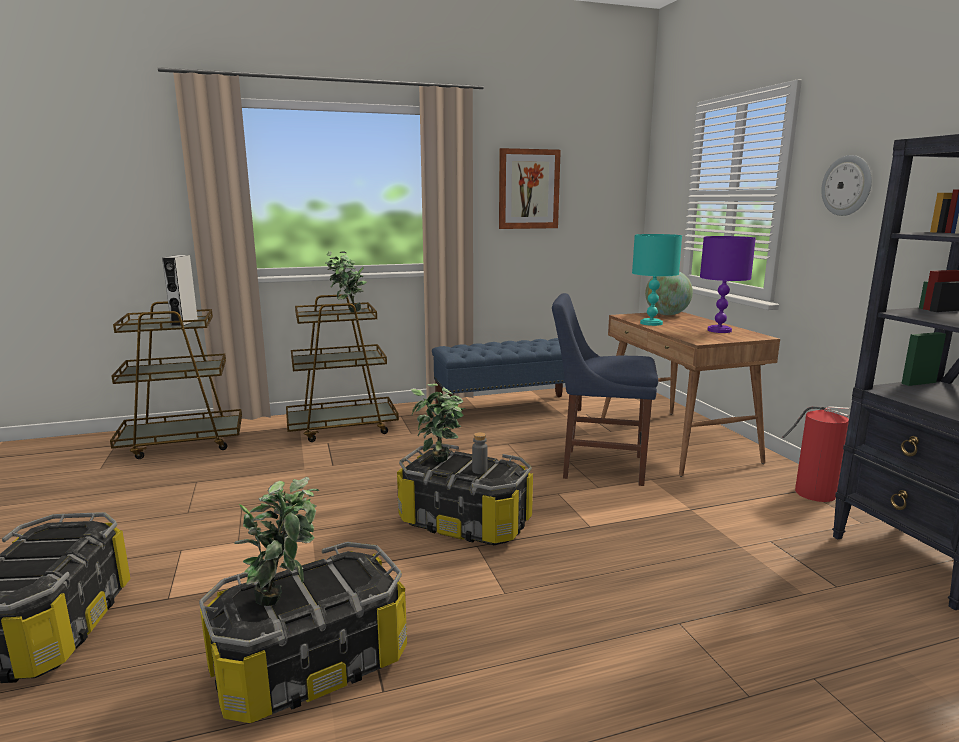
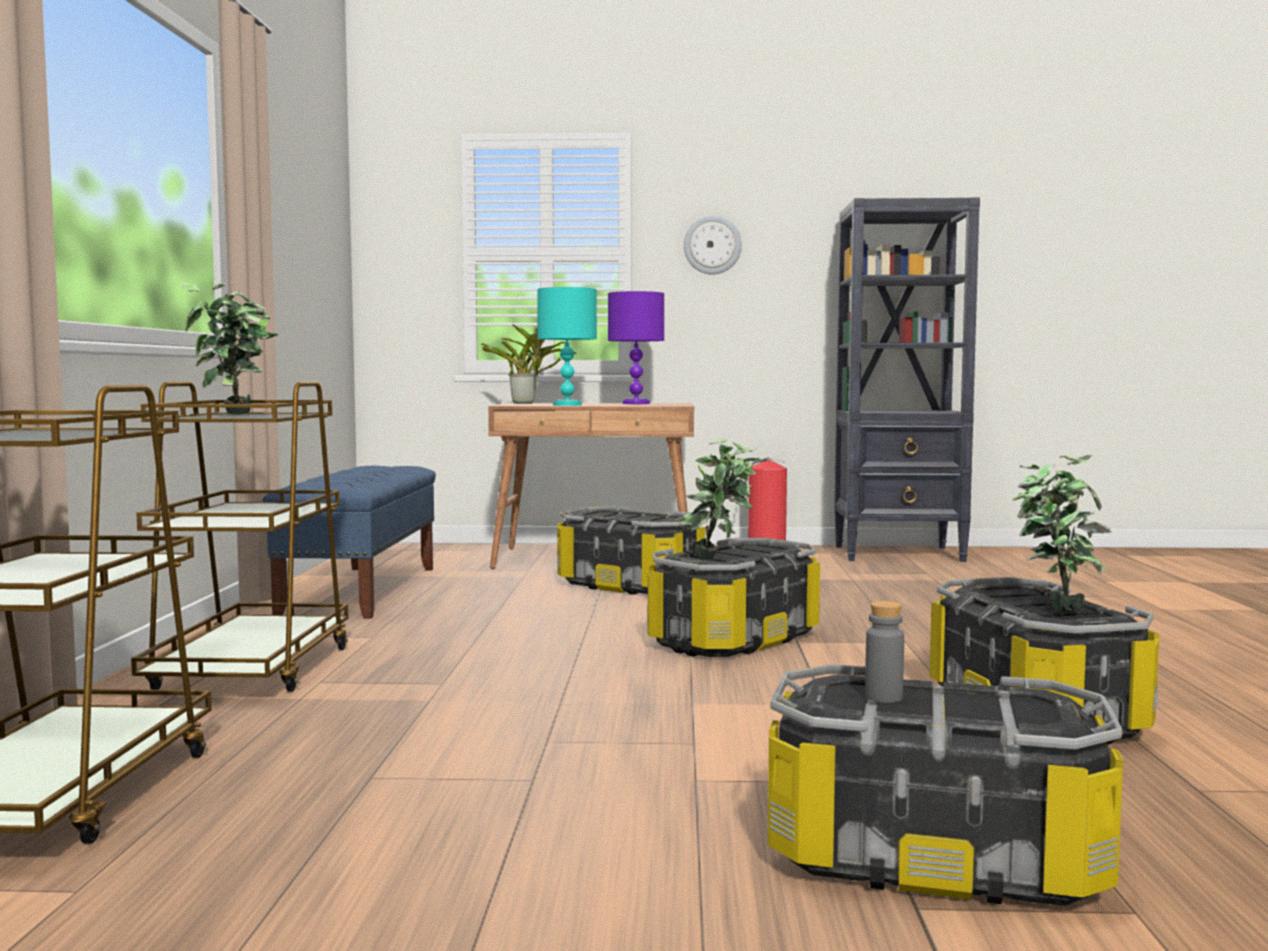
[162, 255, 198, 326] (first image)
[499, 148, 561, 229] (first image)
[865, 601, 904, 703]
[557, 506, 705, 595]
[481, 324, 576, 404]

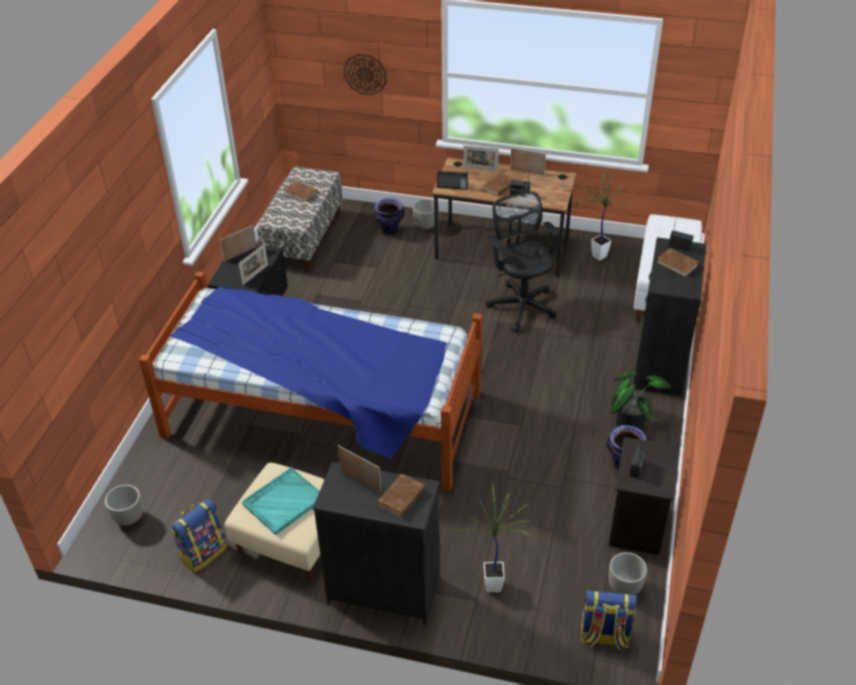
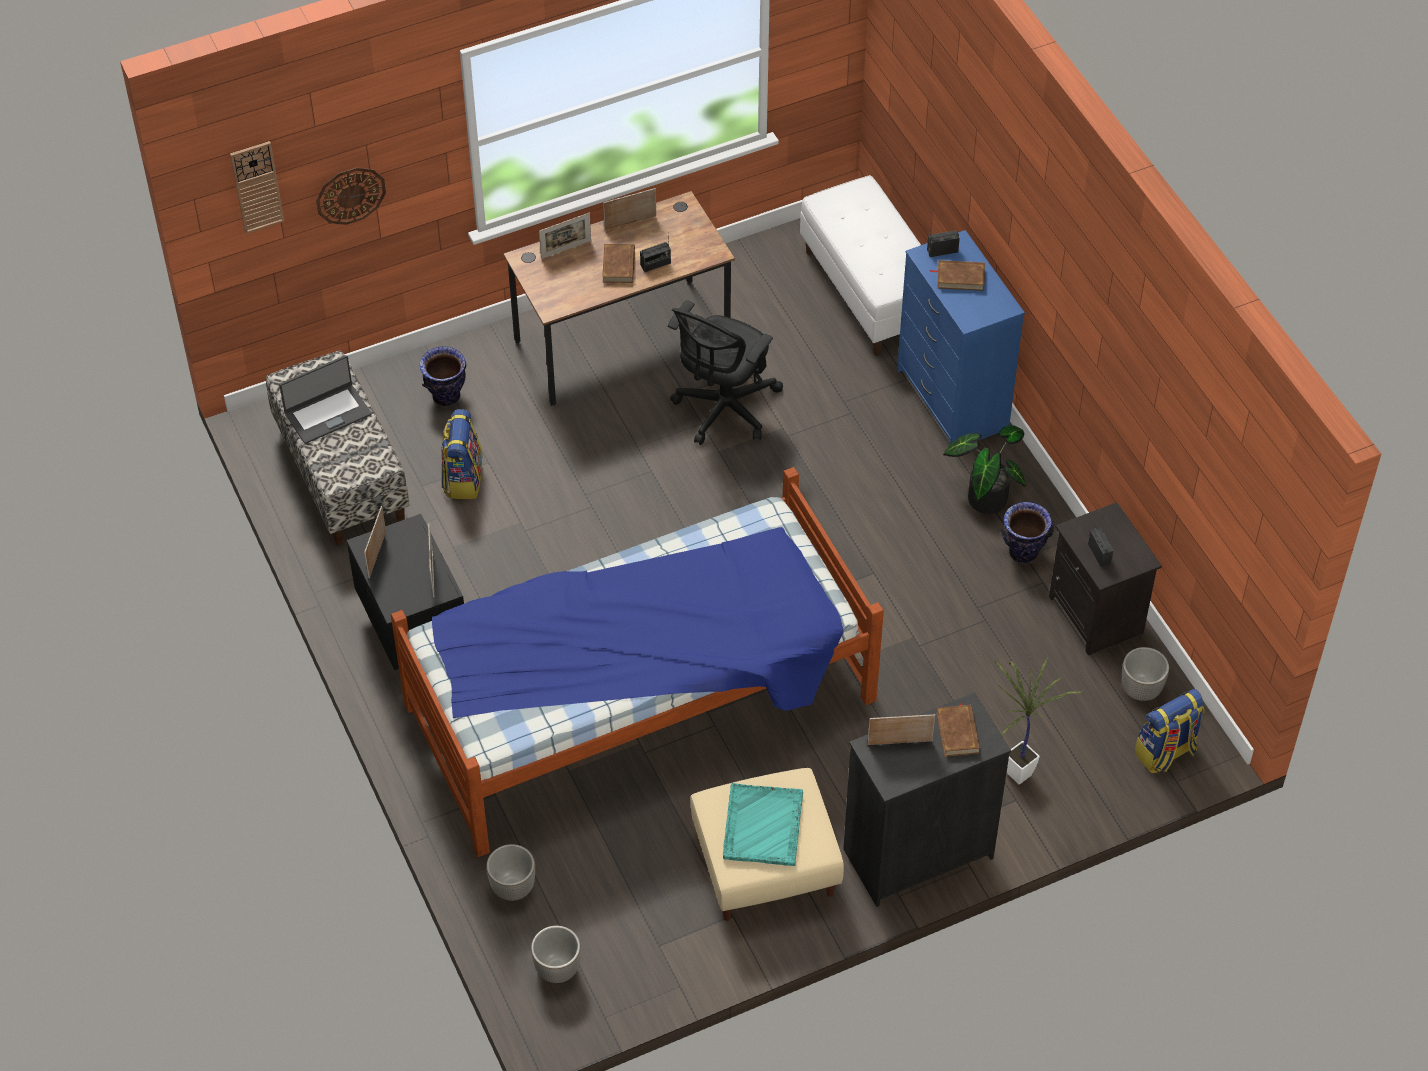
[437, 170, 468, 190] (first image)
[577, 171, 634, 261] (first image)
[230, 141, 284, 234]
[441, 409, 483, 499]
[486, 844, 535, 901]
[279, 355, 371, 444]
[897, 230, 1025, 444]
[668, 300, 783, 445]

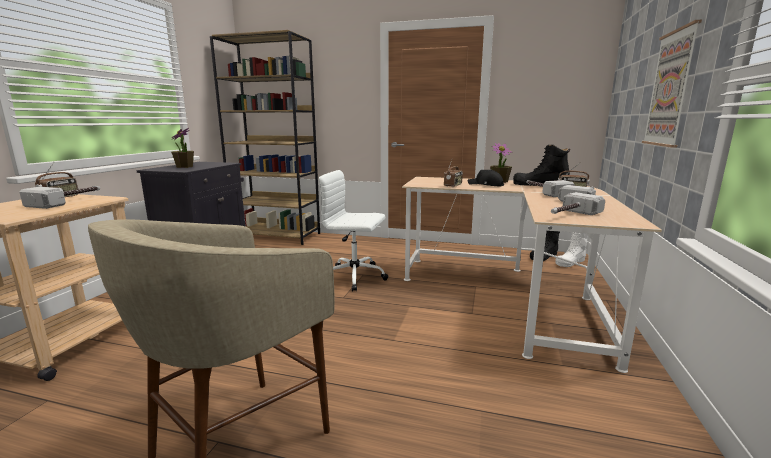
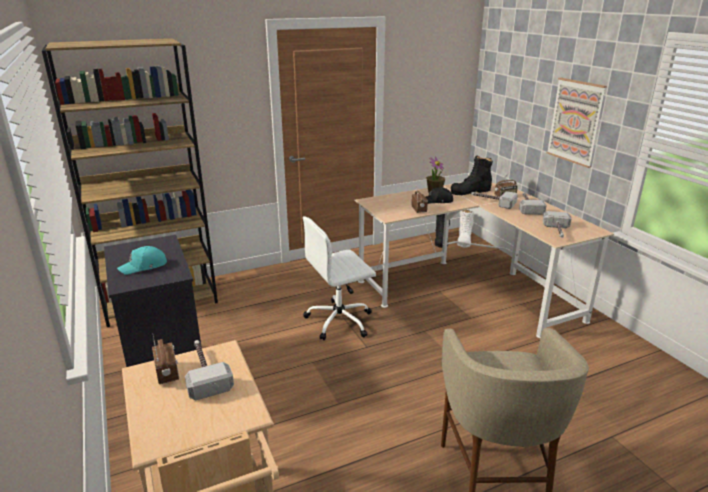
[117, 246, 167, 275]

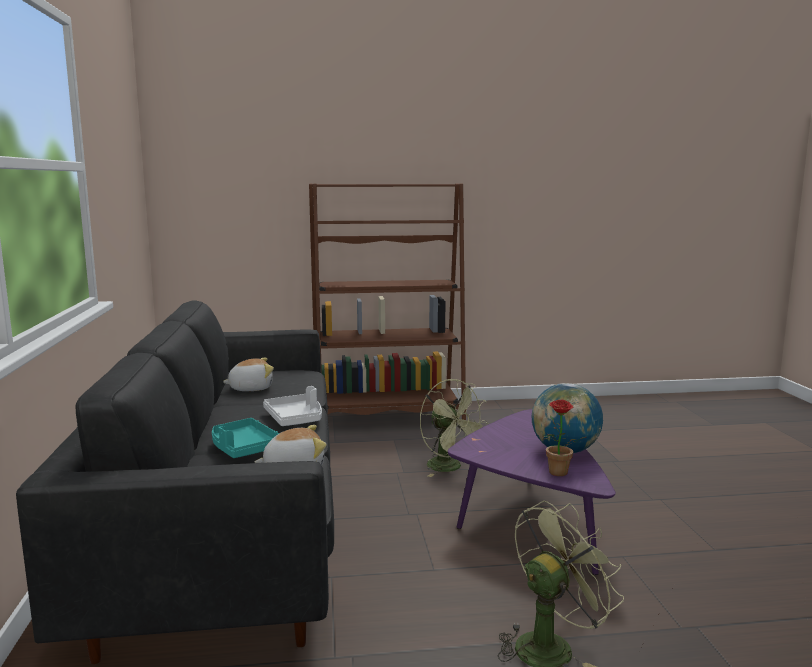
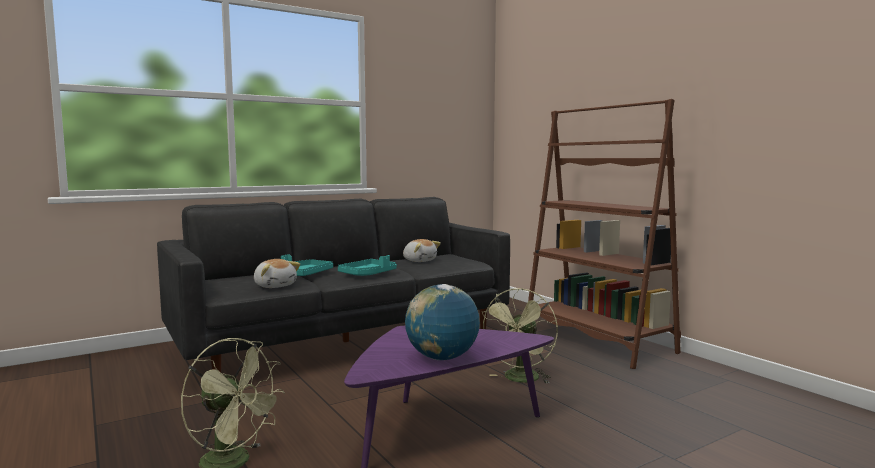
[544, 399, 586, 476] (first image)
[338, 255, 397, 276]

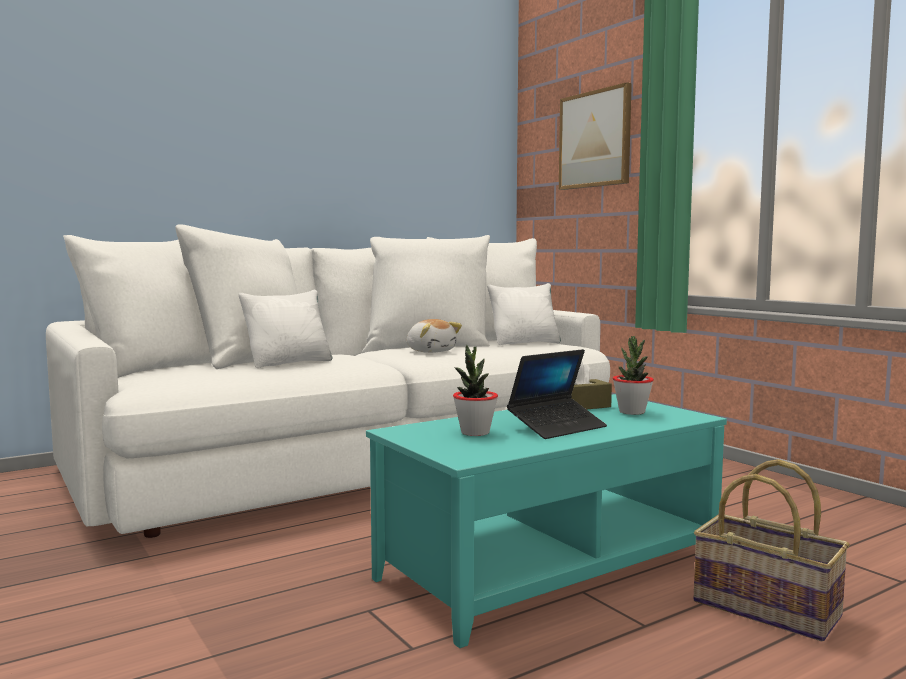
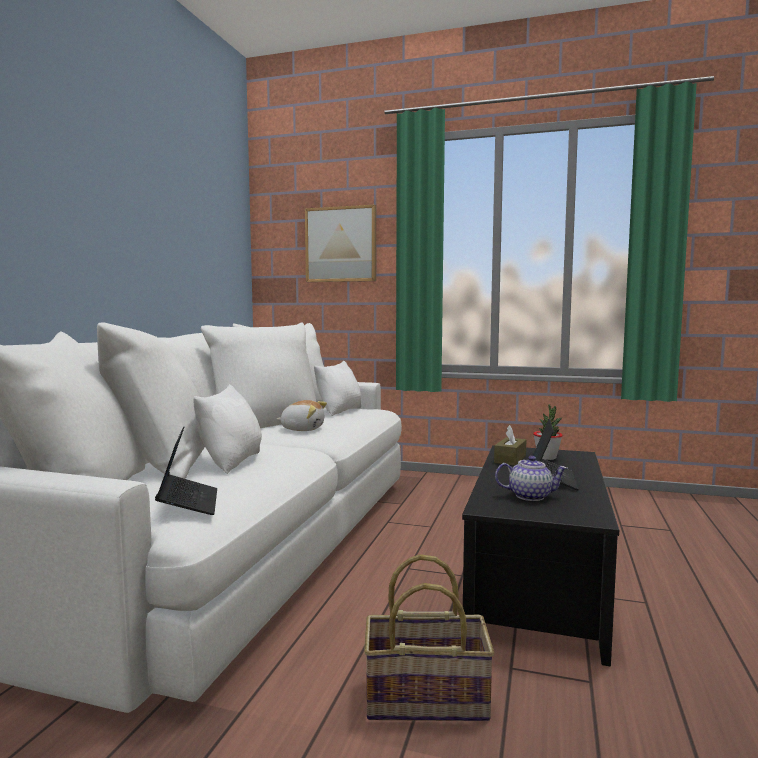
[155, 427, 217, 515]
[364, 554, 494, 721]
[495, 456, 568, 501]
[462, 445, 619, 666]

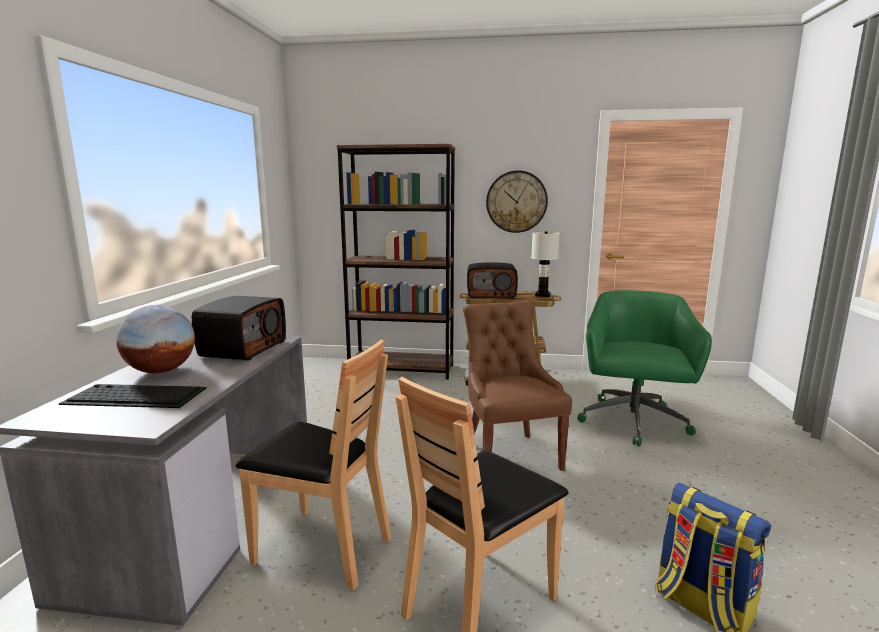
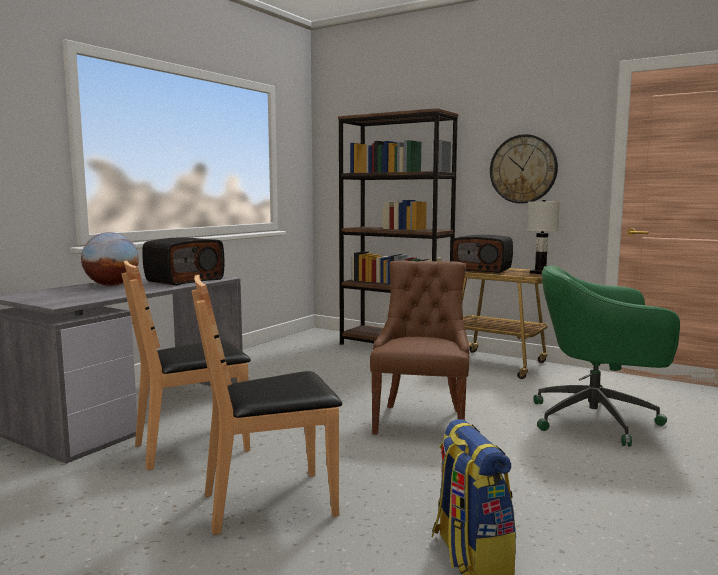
[59, 384, 206, 408] (first image)
[121, 261, 251, 470]
[533, 265, 680, 447]

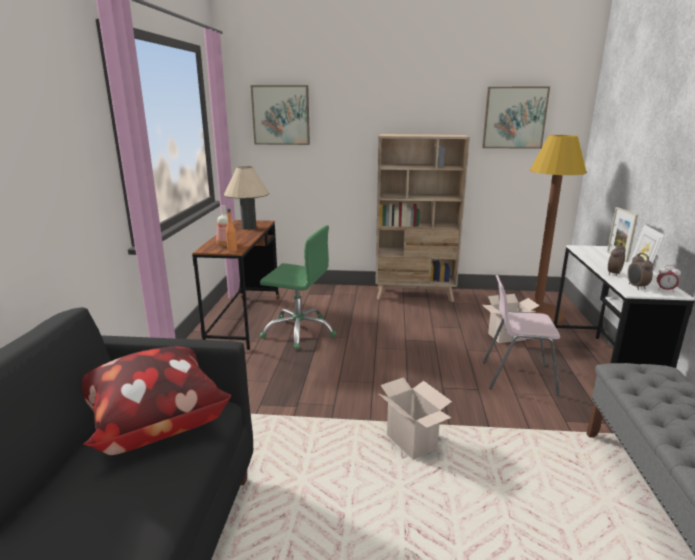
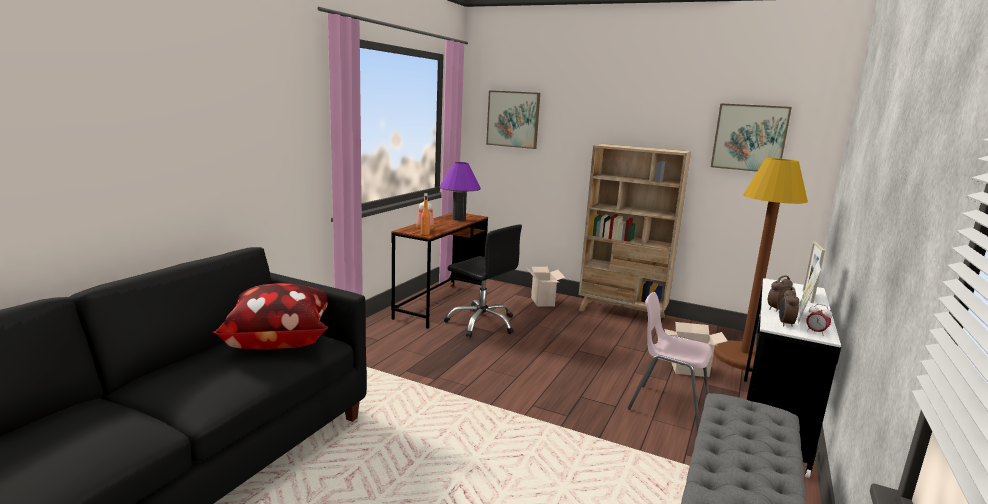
[527, 267, 565, 307]
[439, 162, 481, 221]
[444, 224, 522, 337]

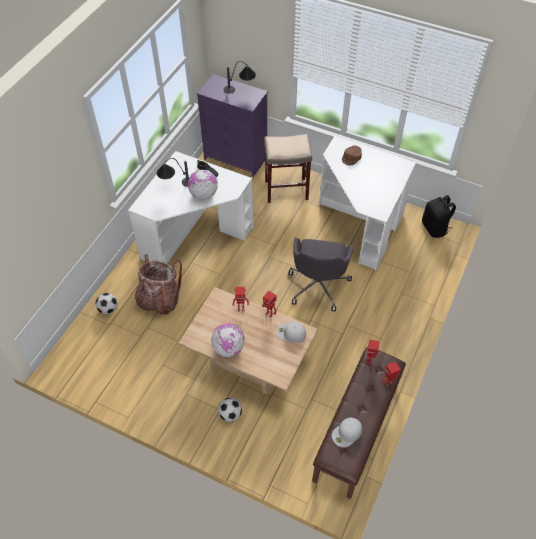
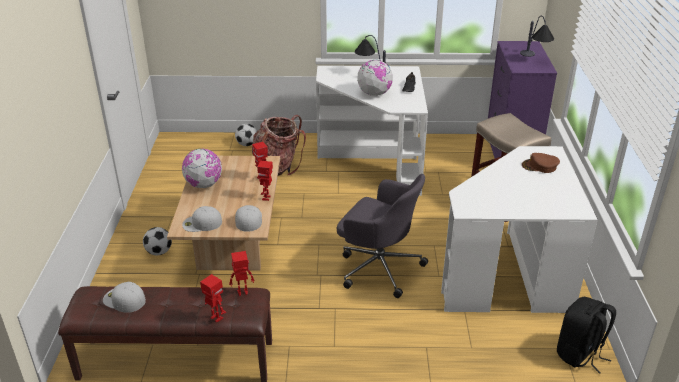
[182, 206, 222, 232]
[337, 174, 428, 298]

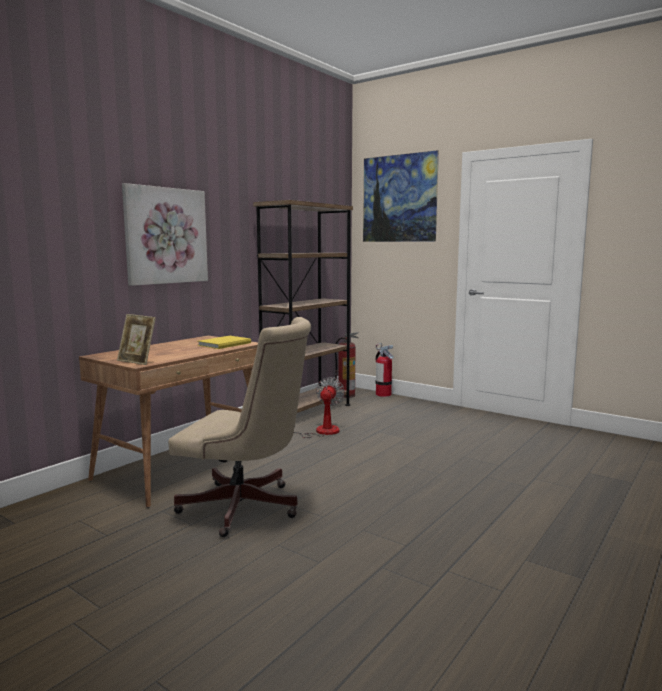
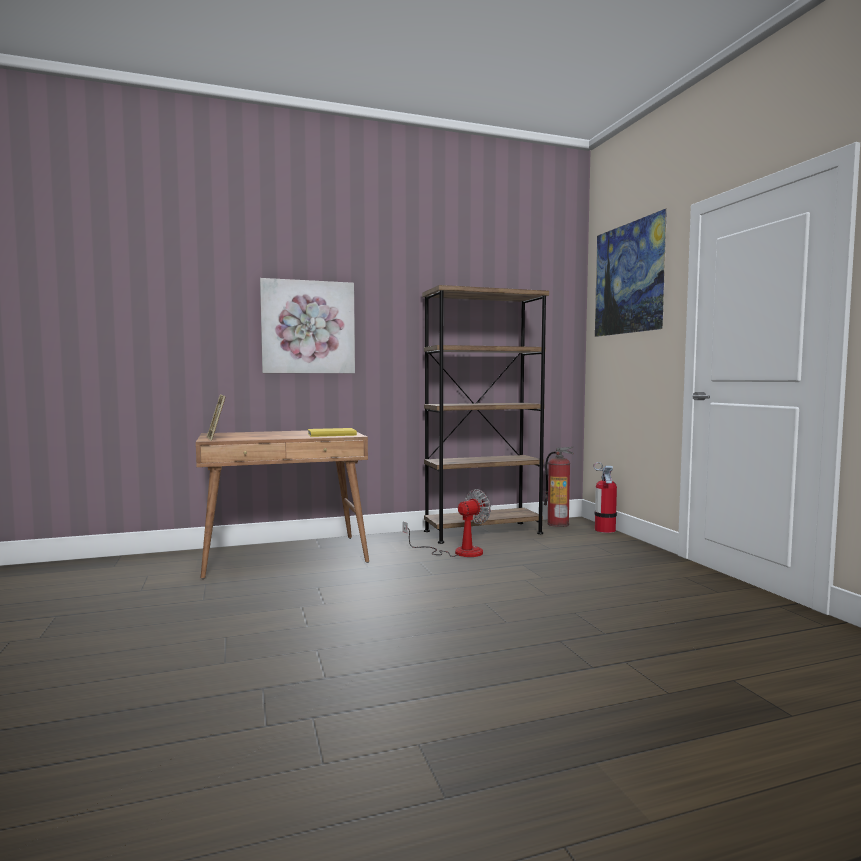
[168, 317, 311, 537] (first image)

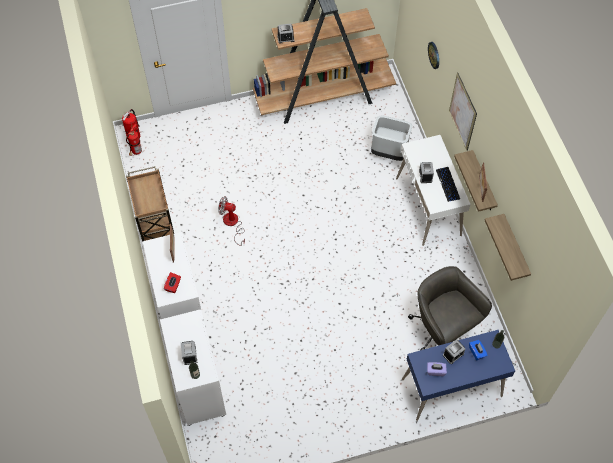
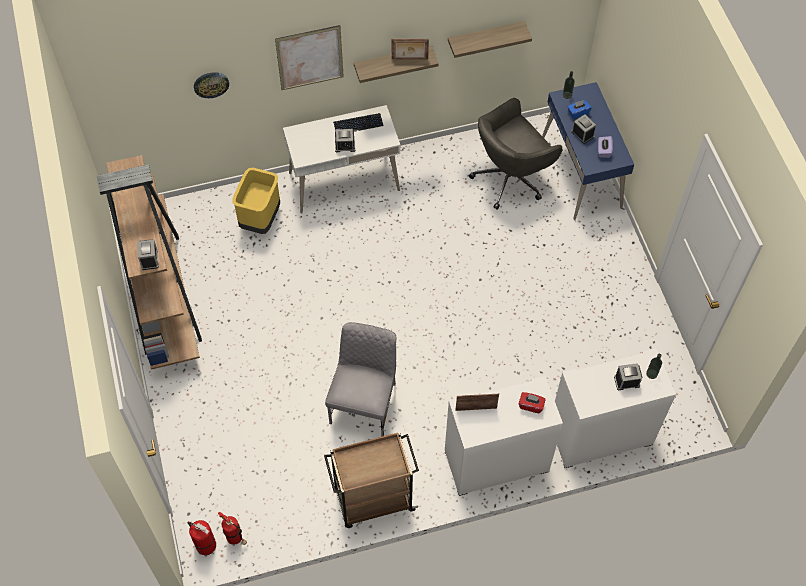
[325, 322, 396, 436]
[232, 168, 280, 234]

